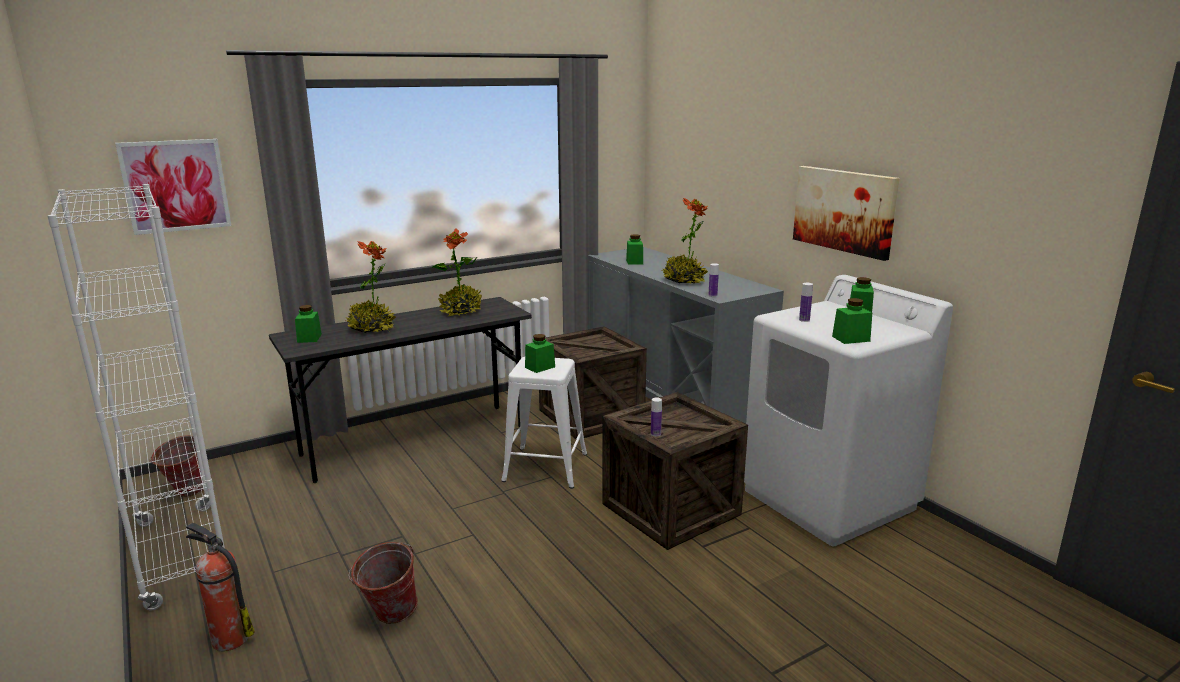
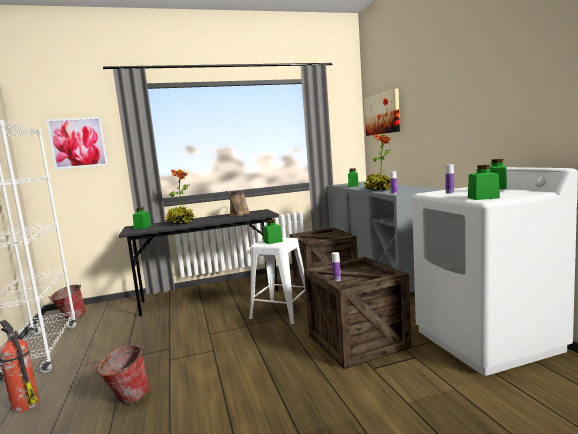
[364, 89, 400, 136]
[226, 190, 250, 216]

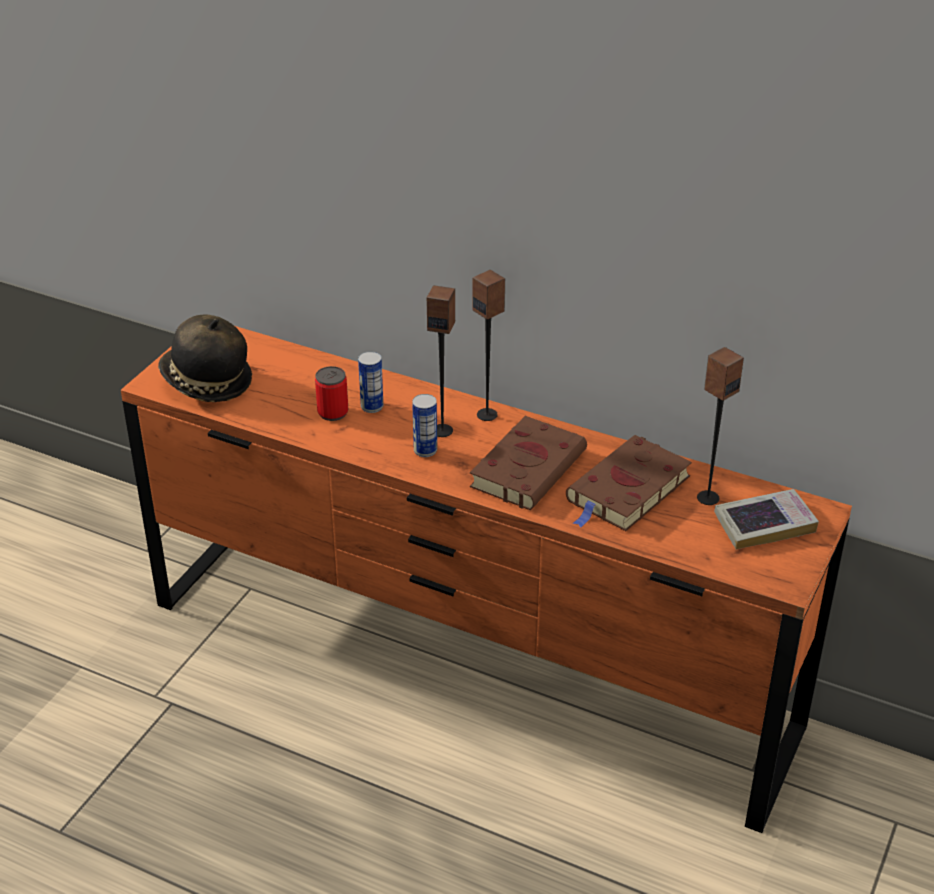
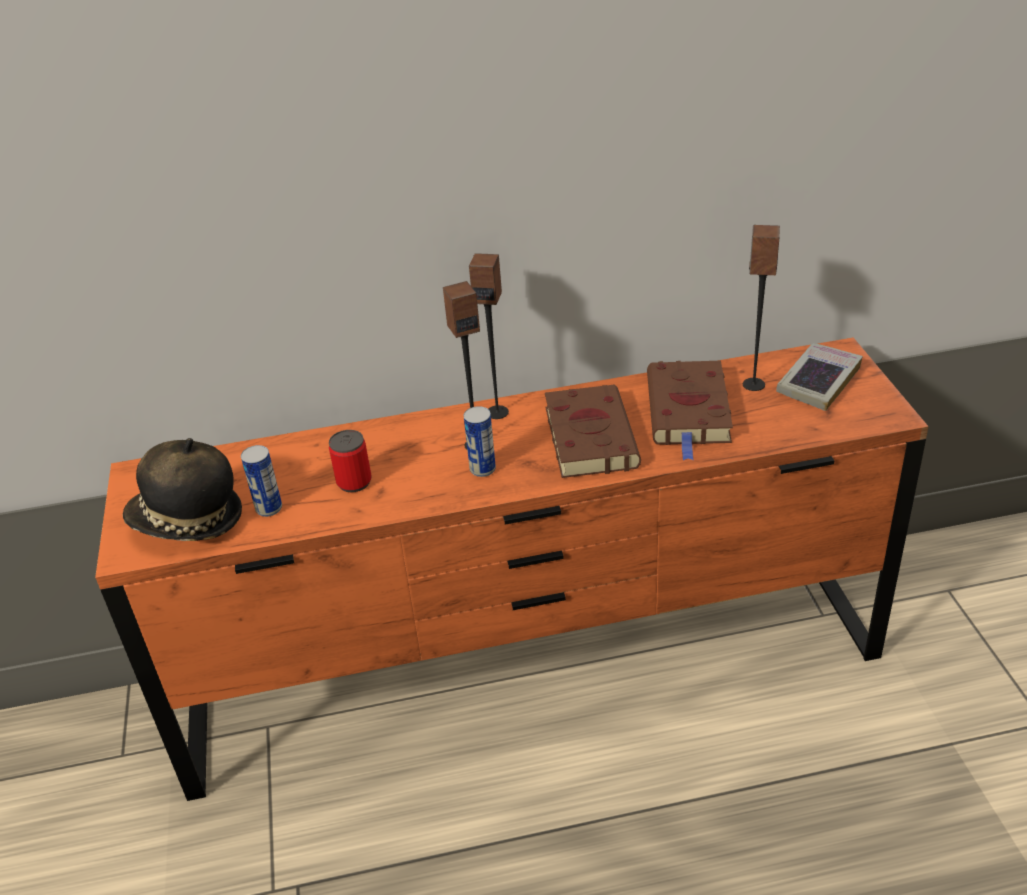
[241, 445, 282, 517]

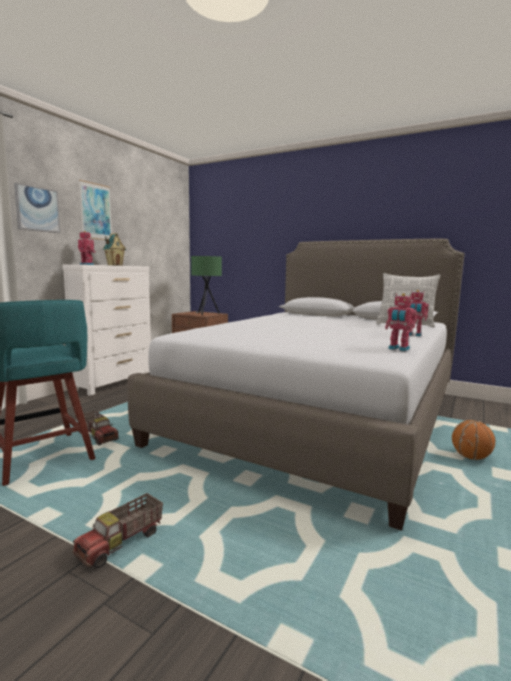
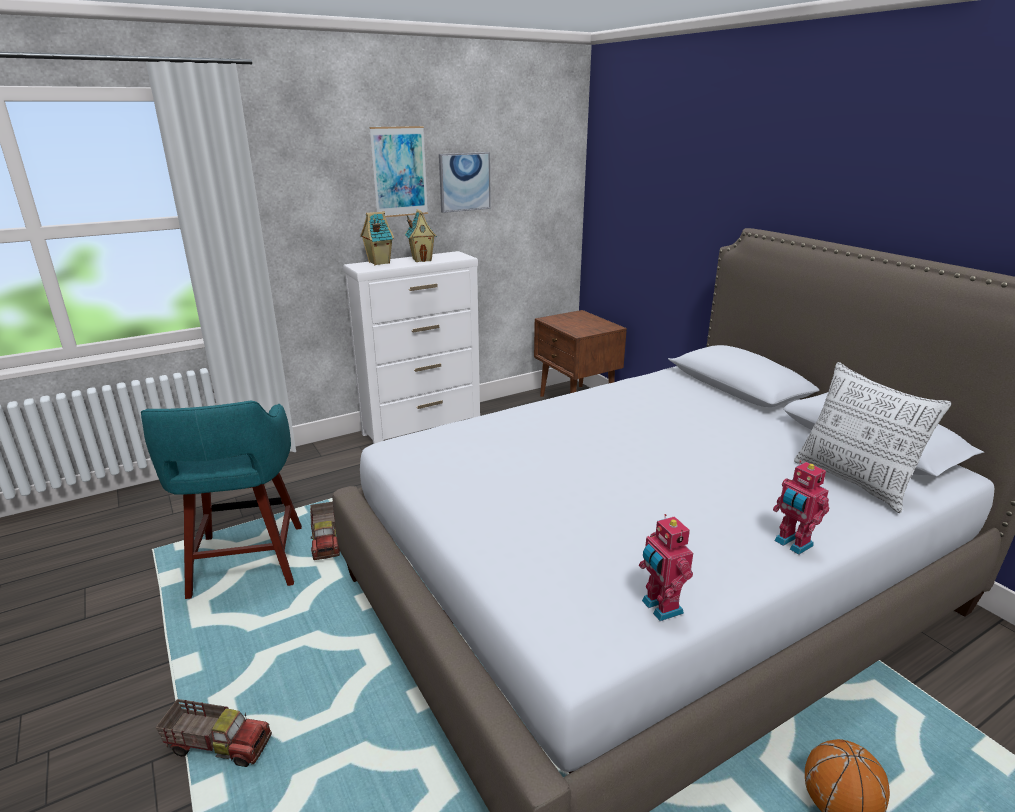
[191, 256, 222, 315] (first image)
[439, 152, 491, 213]
[360, 211, 394, 265]
[156, 699, 272, 767]

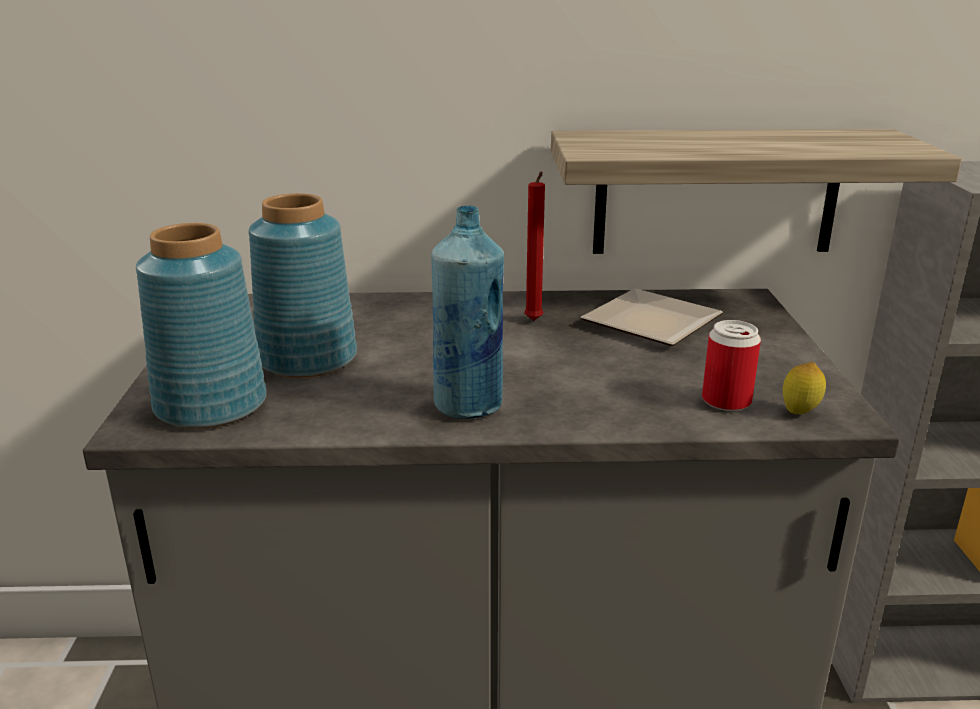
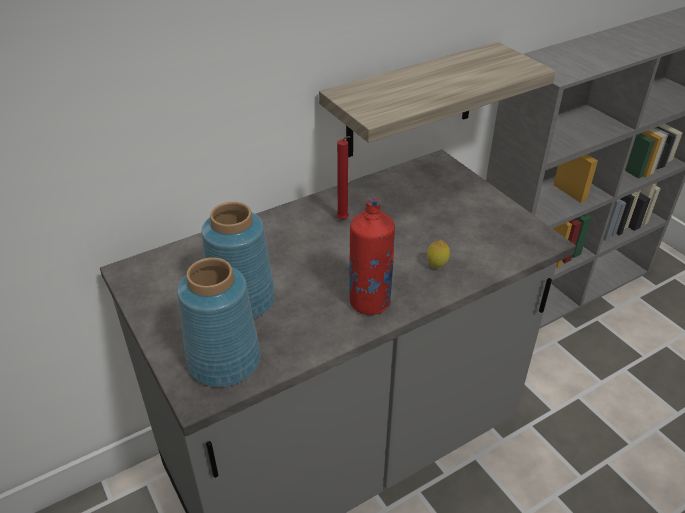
[581, 289, 723, 346] (first image)
[702, 320, 761, 411] (first image)
[427, 240, 450, 268]
[350, 198, 395, 315]

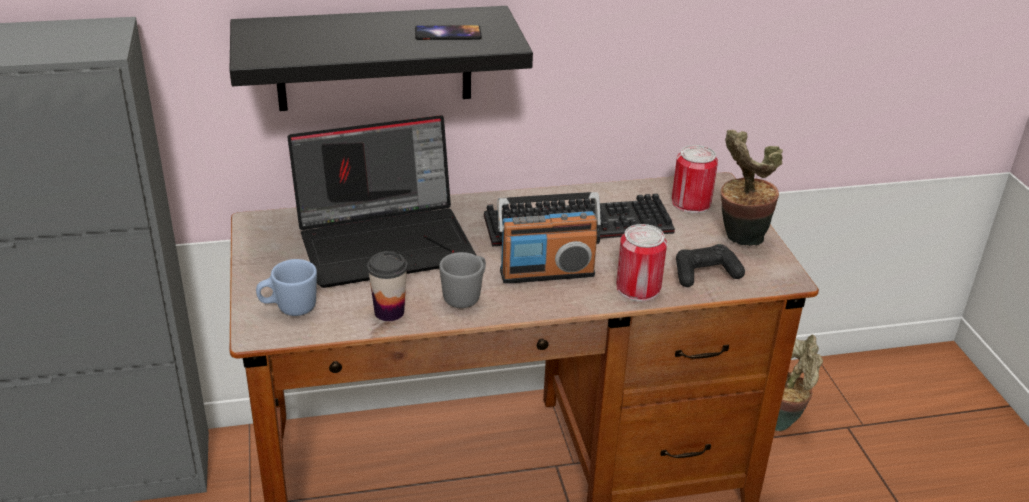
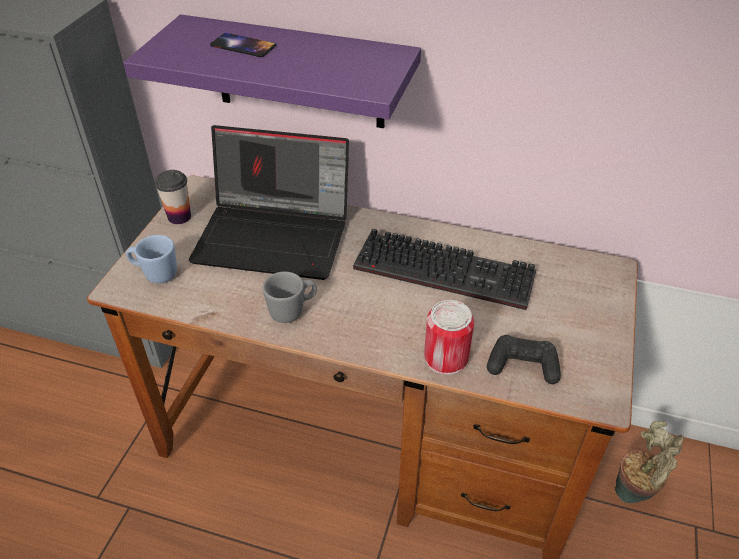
[497, 192, 601, 284] (first image)
[672, 145, 718, 213] (first image)
[721, 130, 783, 246] (first image)
[155, 170, 191, 224]
[210, 33, 276, 57]
[123, 14, 421, 128]

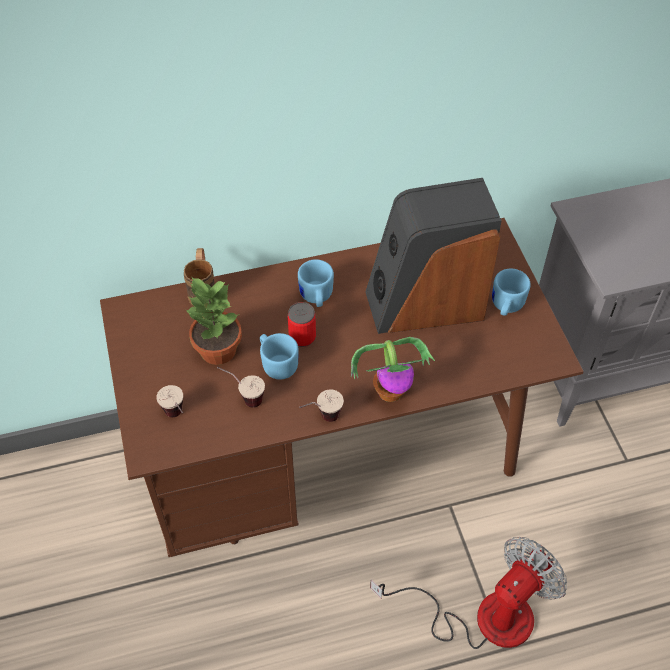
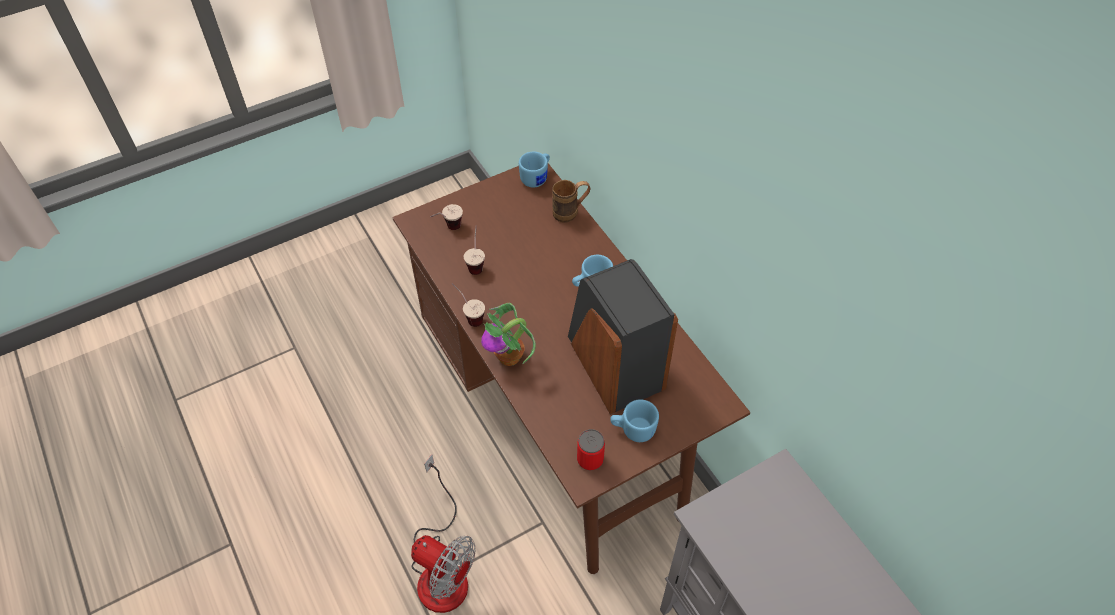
[186, 276, 242, 365] (first image)
[519, 152, 550, 188]
[577, 429, 605, 470]

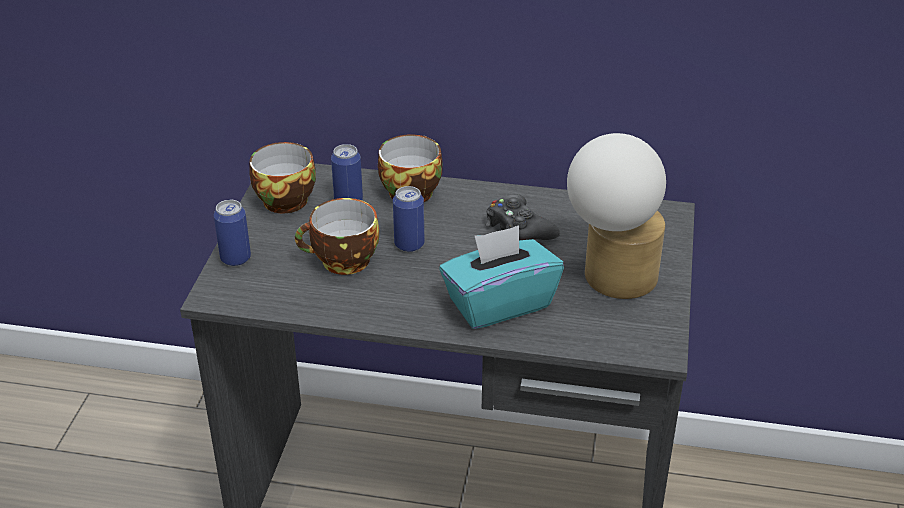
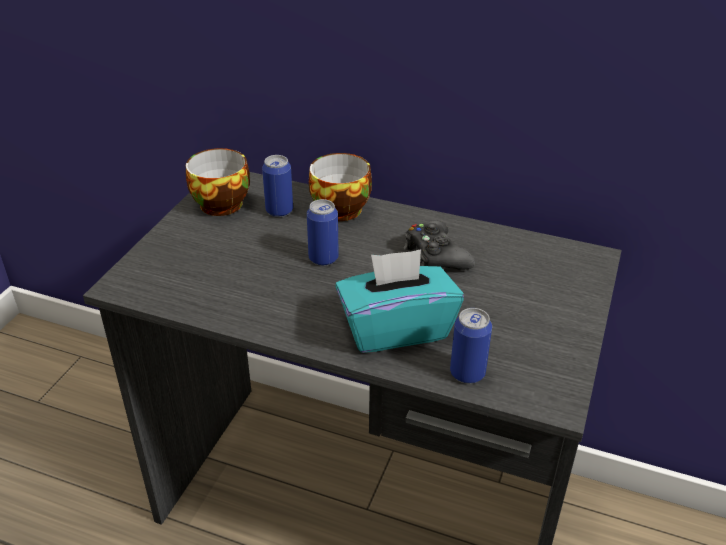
[295, 198, 379, 275] (first image)
[567, 133, 666, 299] (first image)
[450, 308, 492, 384]

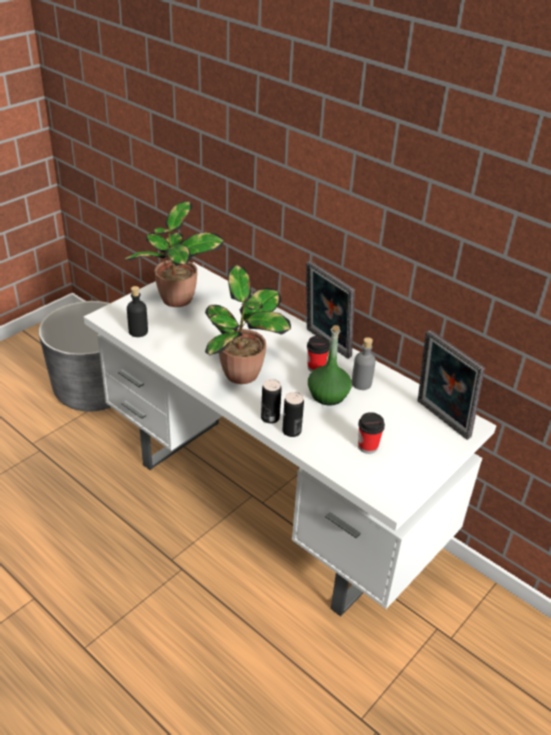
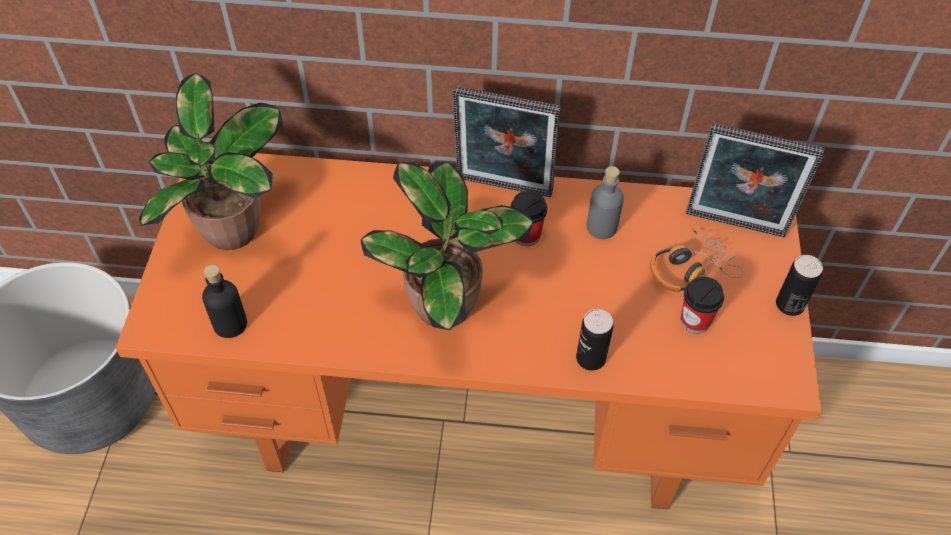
[308, 325, 352, 406] (first image)
[650, 228, 743, 292]
[776, 255, 823, 316]
[116, 153, 822, 509]

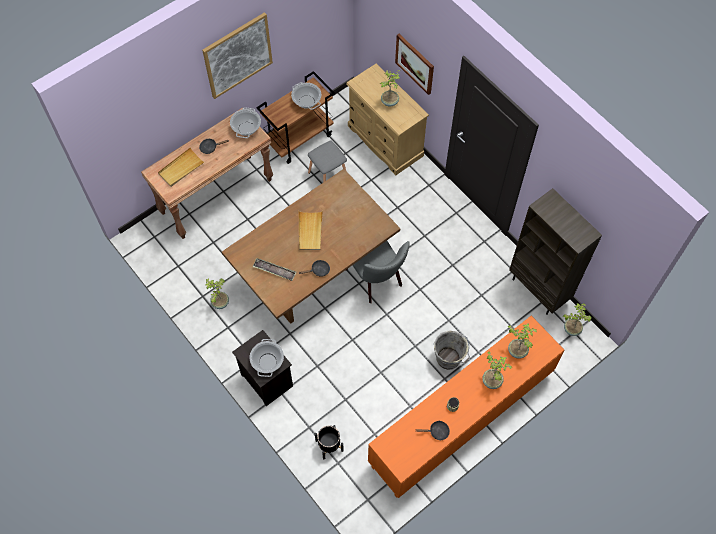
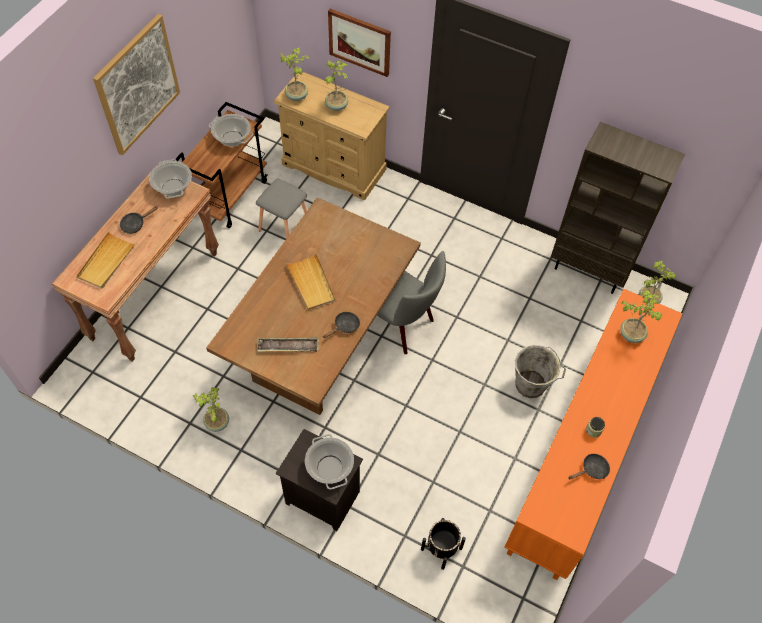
[280, 47, 309, 101]

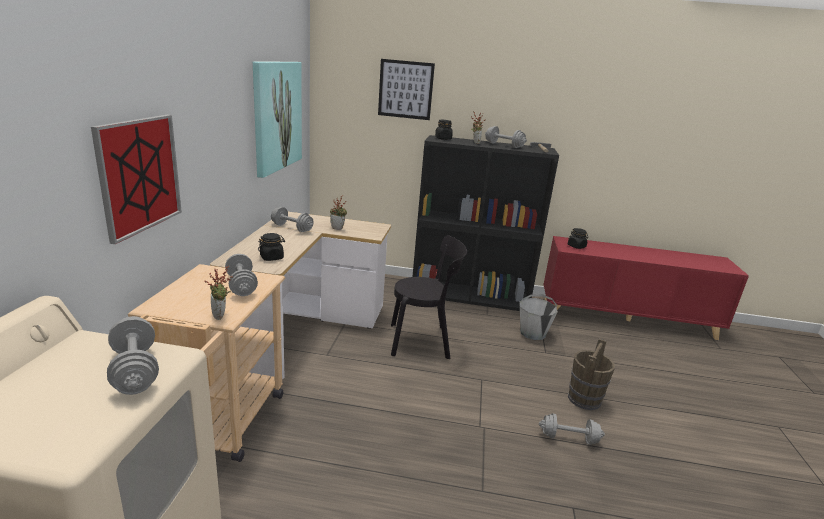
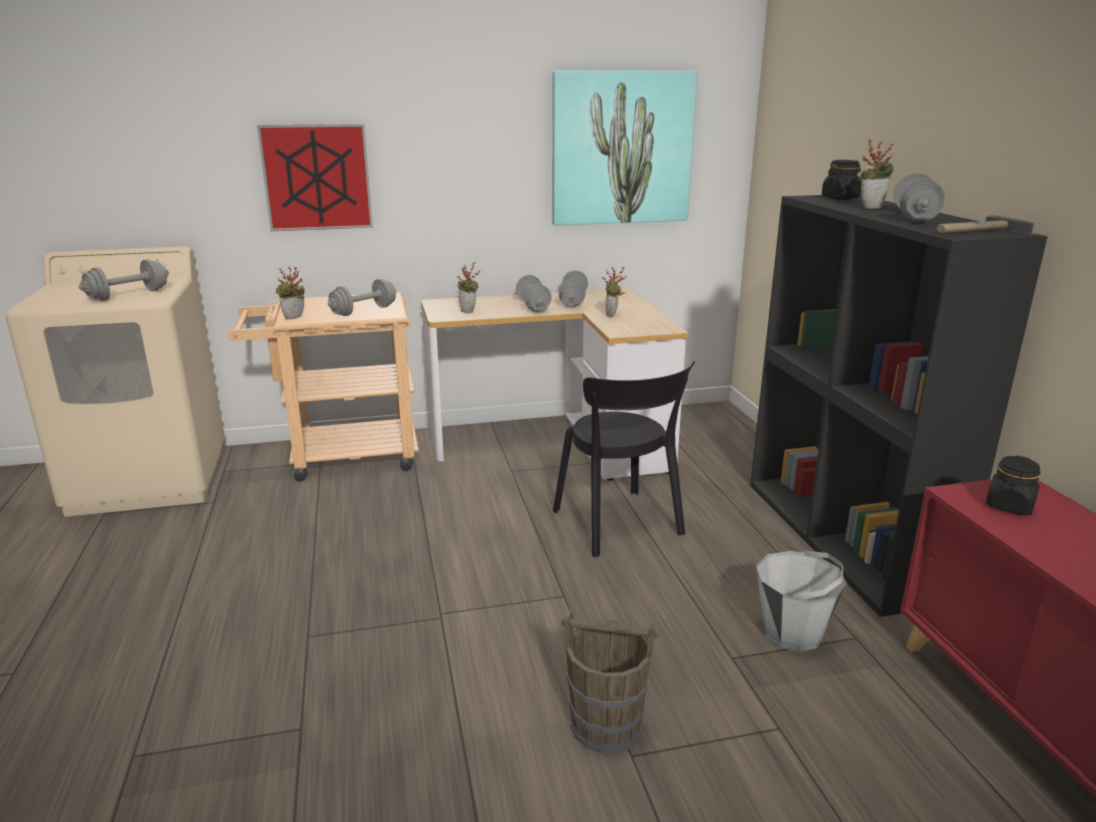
[378, 59, 435, 120] (first image)
[516, 275, 552, 312]
[457, 262, 480, 314]

